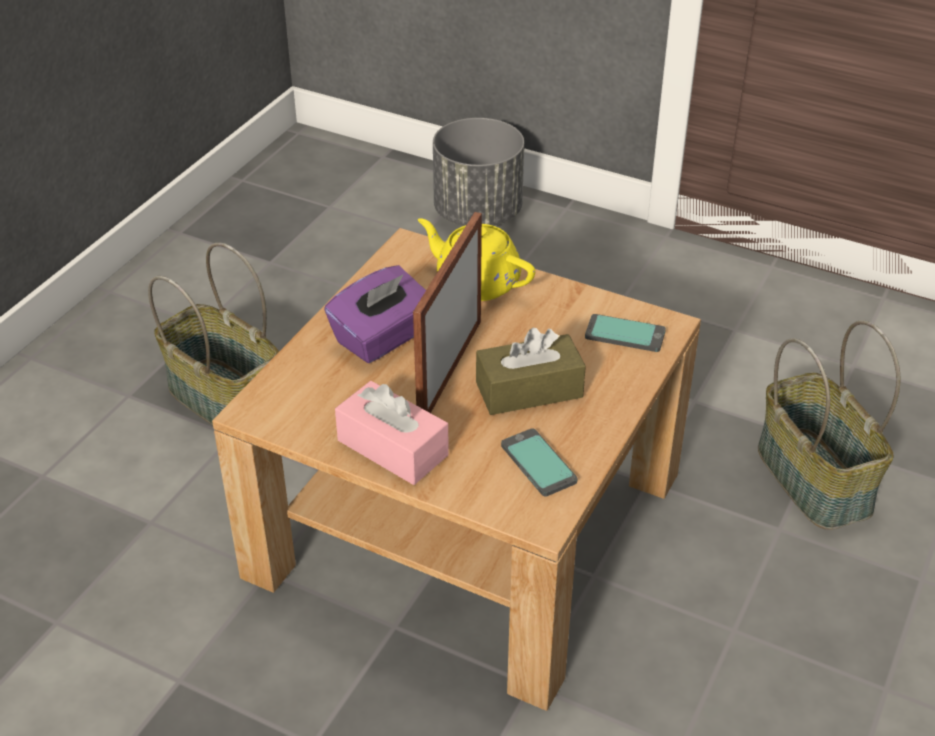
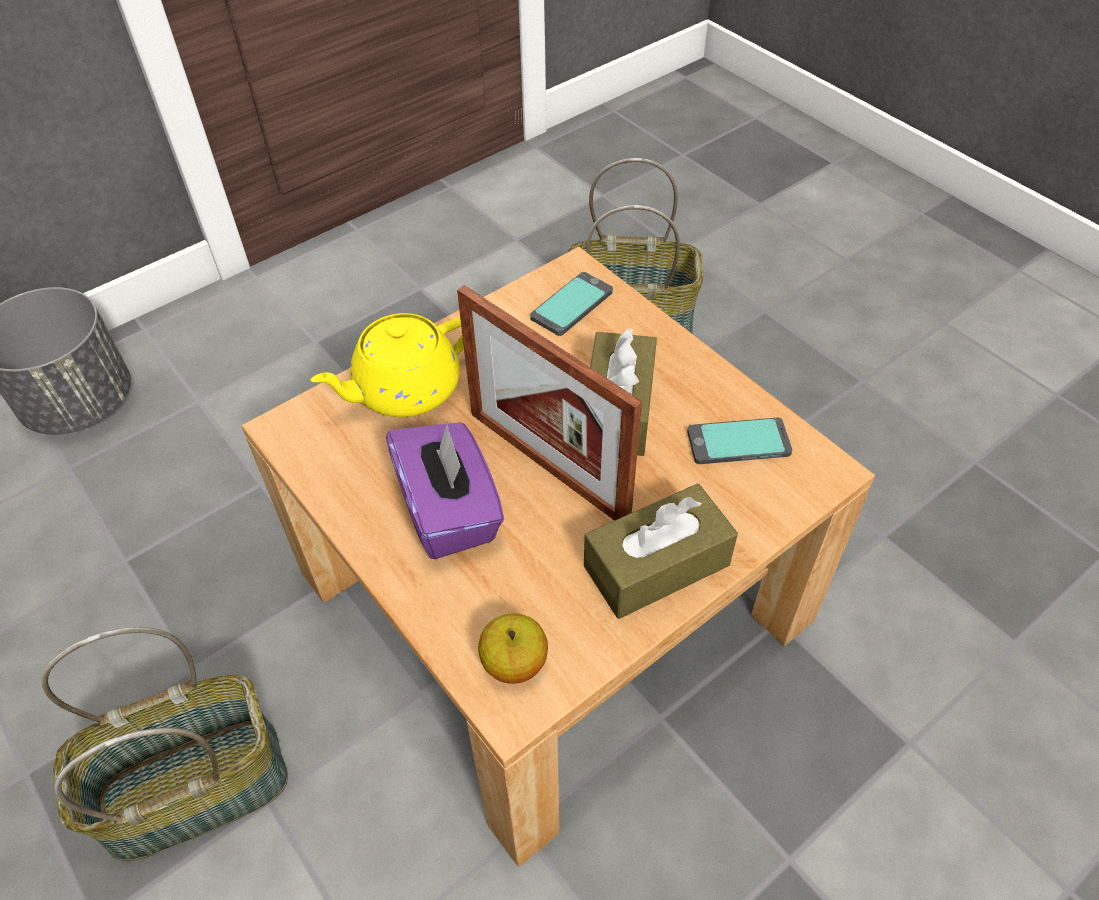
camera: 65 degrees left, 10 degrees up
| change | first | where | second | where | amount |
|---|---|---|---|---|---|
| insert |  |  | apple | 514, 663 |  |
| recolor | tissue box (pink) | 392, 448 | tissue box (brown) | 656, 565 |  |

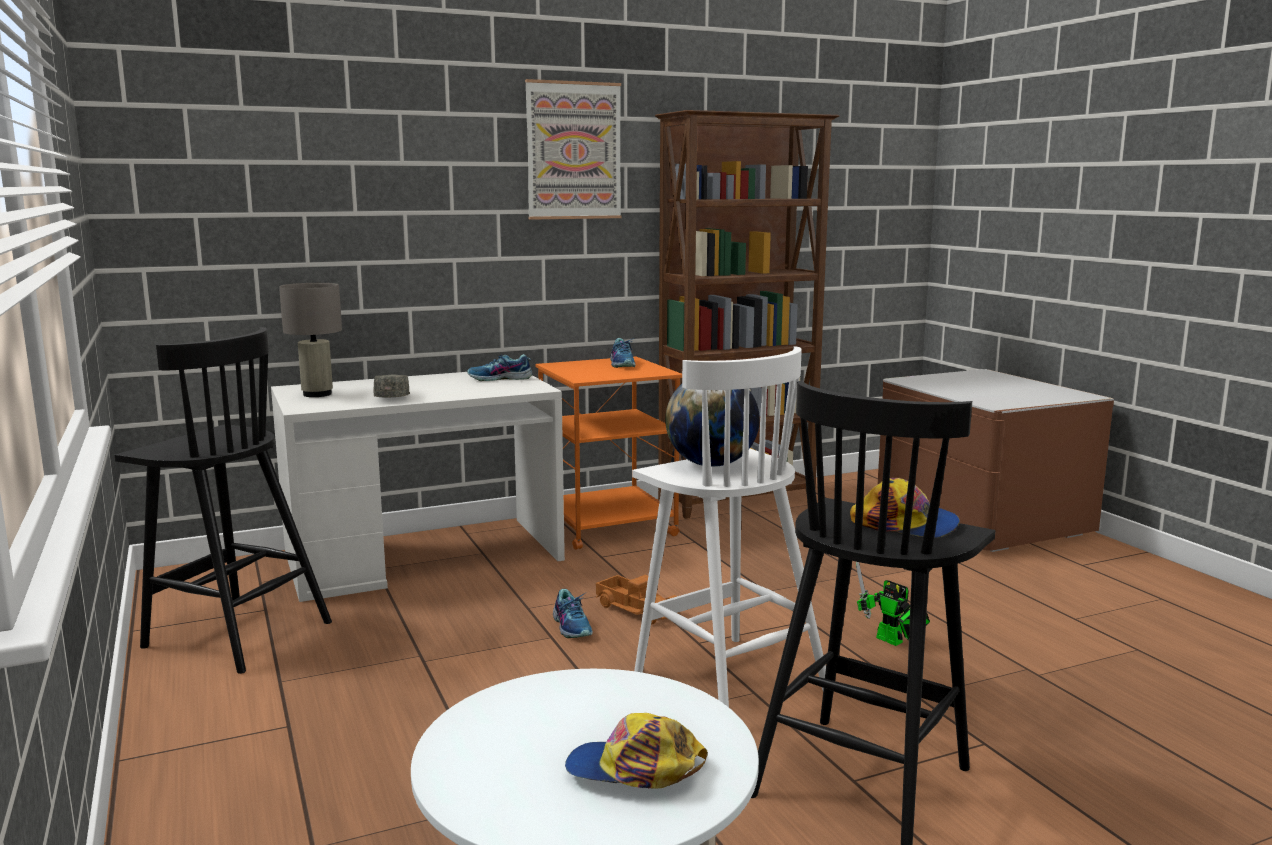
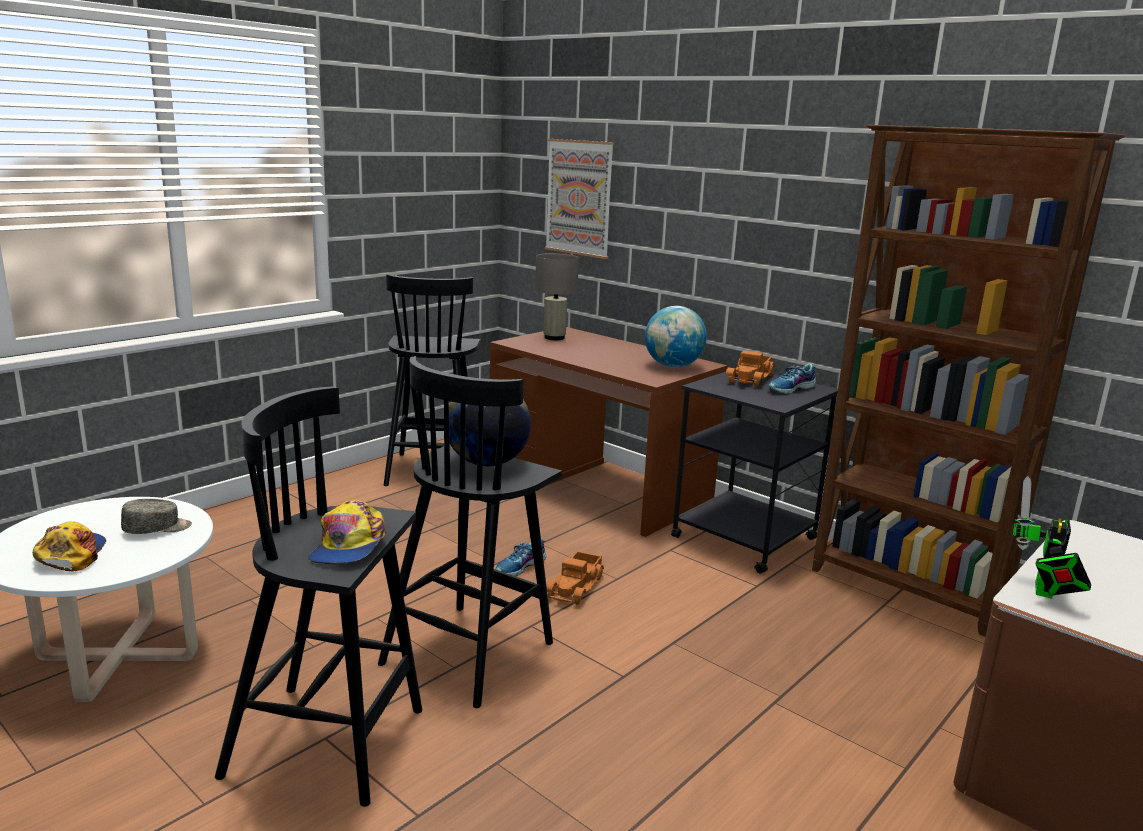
camera: 65 degrees right, 5 degrees up
| change | first | where | second | where | amount |
|---|---|---|---|---|---|
| move | cap (grey) | 393, 397 |  | 157, 529 |  |
| recolor | stool (white) | 725, 679 | stool (black) | 471, 649 |  |
| recolor | desk (white) | 423, 556 | desk (brown) | 598, 487 |  |
| move | picture | 573, 151 |  | 579, 198 |  |
| replace | shoe | 500, 379 | globe | 673, 366 |  |
| recolor | cart (orange) | 609, 525 | cart (black) | 746, 539 |  |
| insert |  |  | toy truck | 751, 378 |  |
| move | toy robot | 893, 641 |  | 1043, 592 |  |

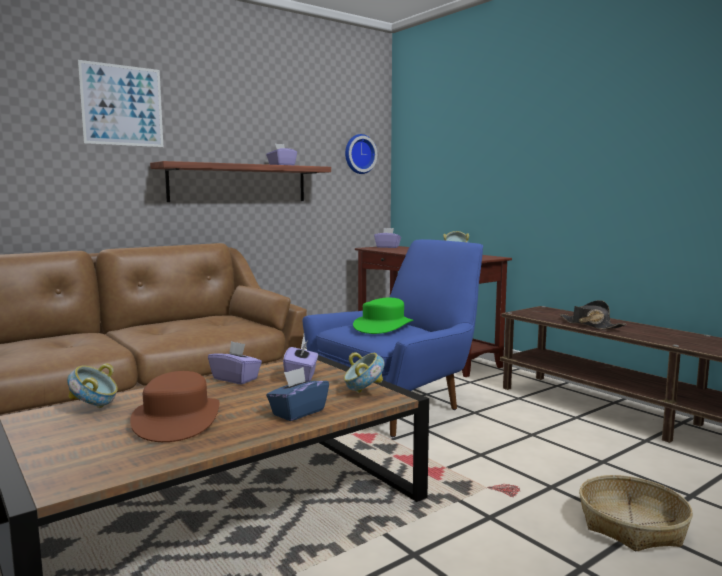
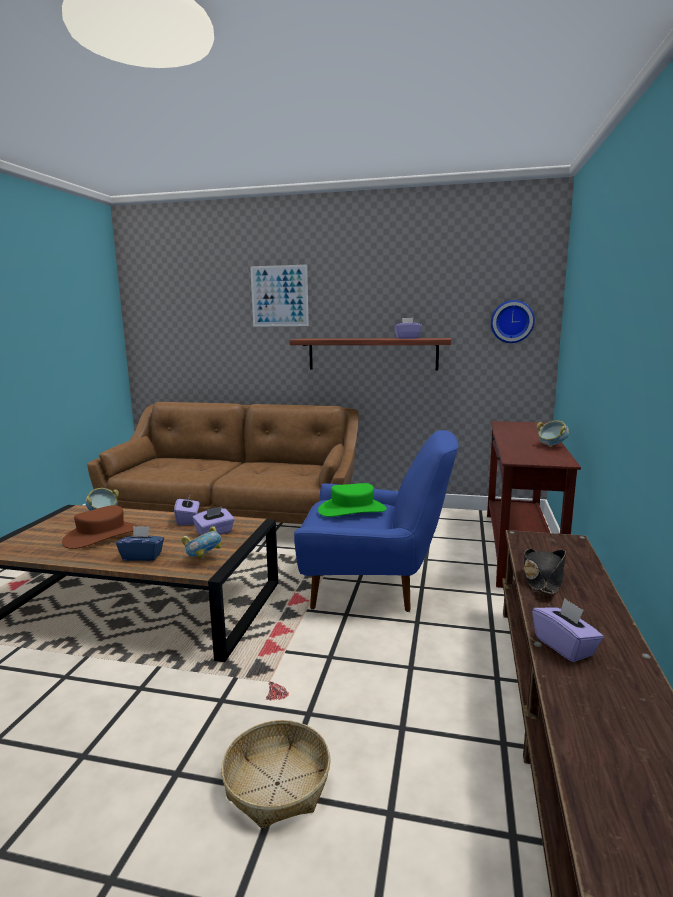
camera: 50 degrees right, 5 degrees up
| change | first | where | second | where | amount |
|---|---|---|---|---|---|
| move | tissue box (purple) | 387, 247 |  | 564, 646 |  |

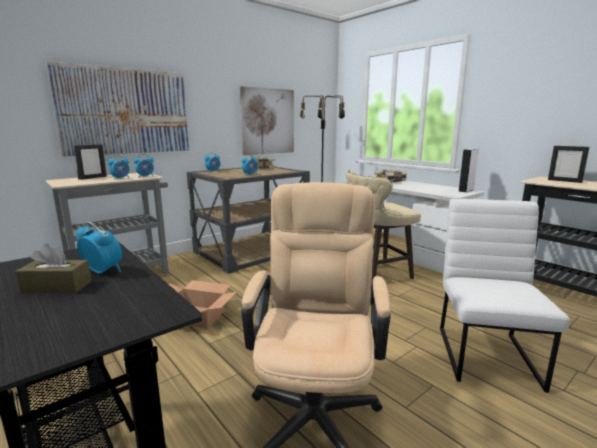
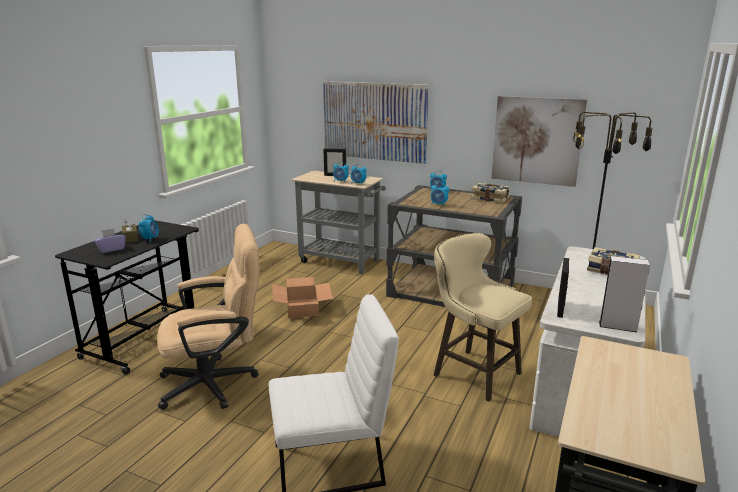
camera: 65 degrees right, 5 degrees up
| change | first | where | second | where | amount |
|---|---|---|---|---|---|
| insert |  |  | tissue box (purple) | 111, 249 |  |
| move | picture frame | 564, 181 |  | 561, 309 |  |

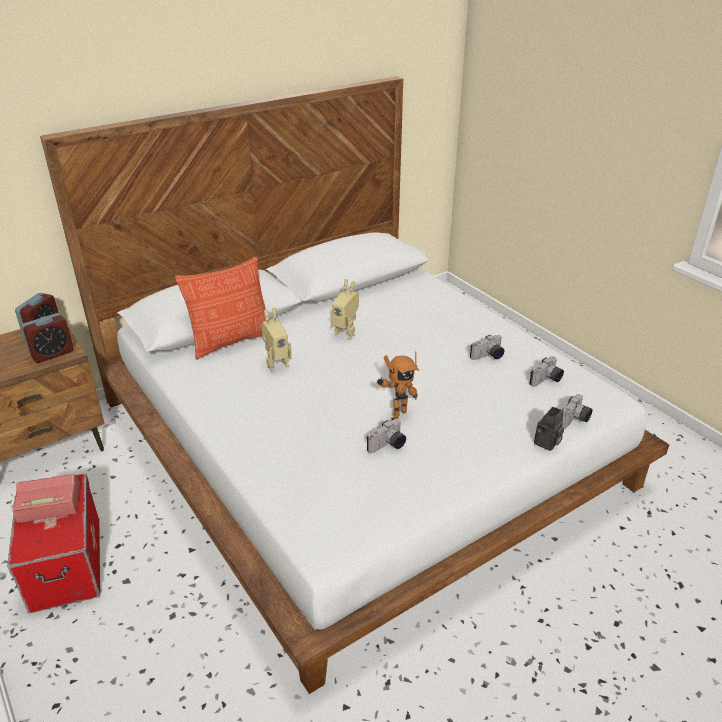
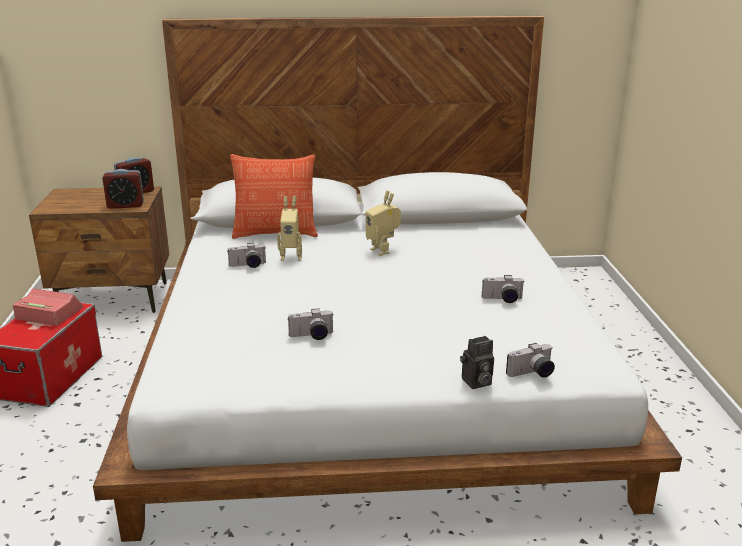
camera: 30 degrees right, 10 degrees down
| change | first | where | second | where | amount |
|---|---|---|---|---|---|
| move | photo camera | 547, 380 |  | 248, 266 |  |
| delete | toy robot | 396, 414 |  |  |  |

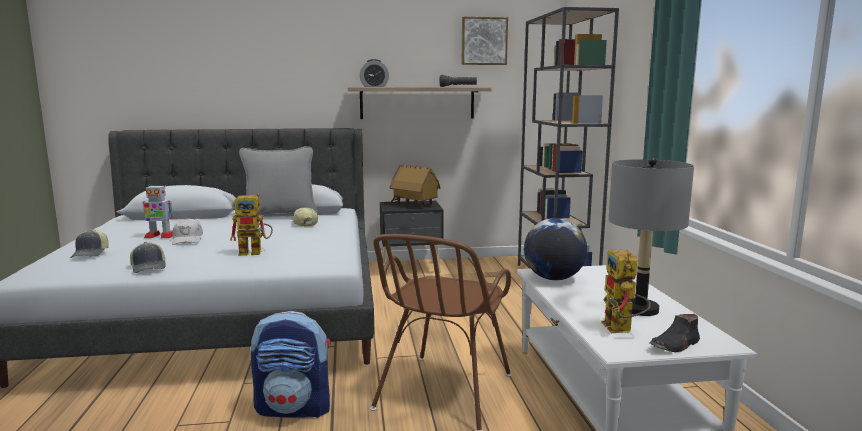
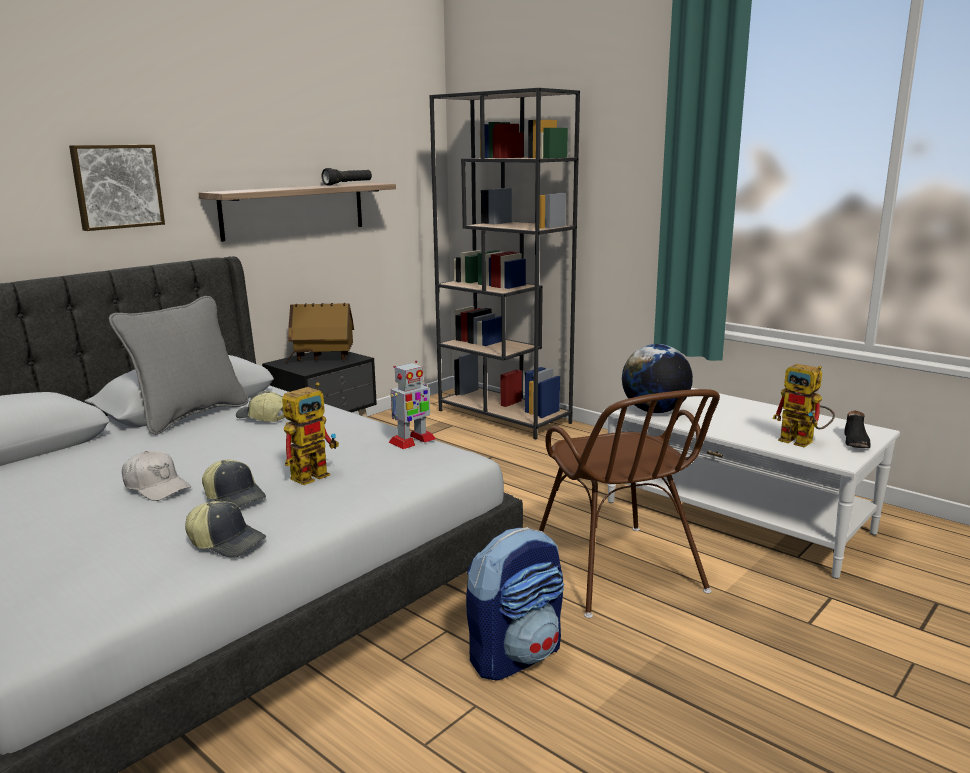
camera: 40 degrees left, 5 degrees up
| change | first | where | second | where | amount |
|---|---|---|---|---|---|
| move | picture | 484, 41 |  | 117, 186 |  |
| move | cap | 91, 254 |  | 235, 497 |  |
| move | toy robot | 160, 236 |  | 412, 441 |  |
| delete | alarm clock | 374, 86 |  |  |  |
| delete | table lamp (grey) | 640, 309 |  |  |  |

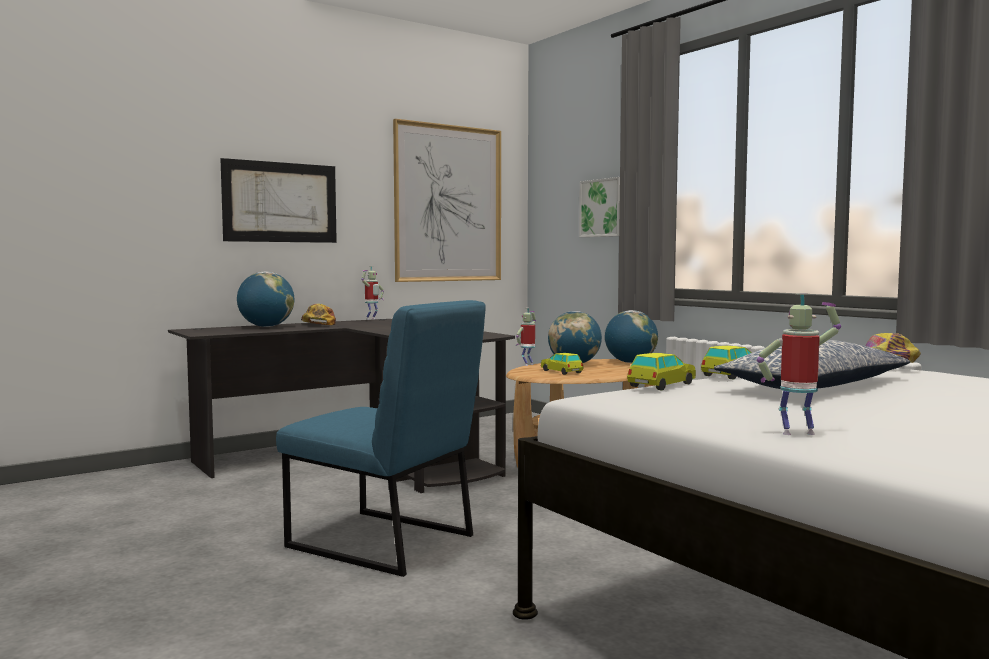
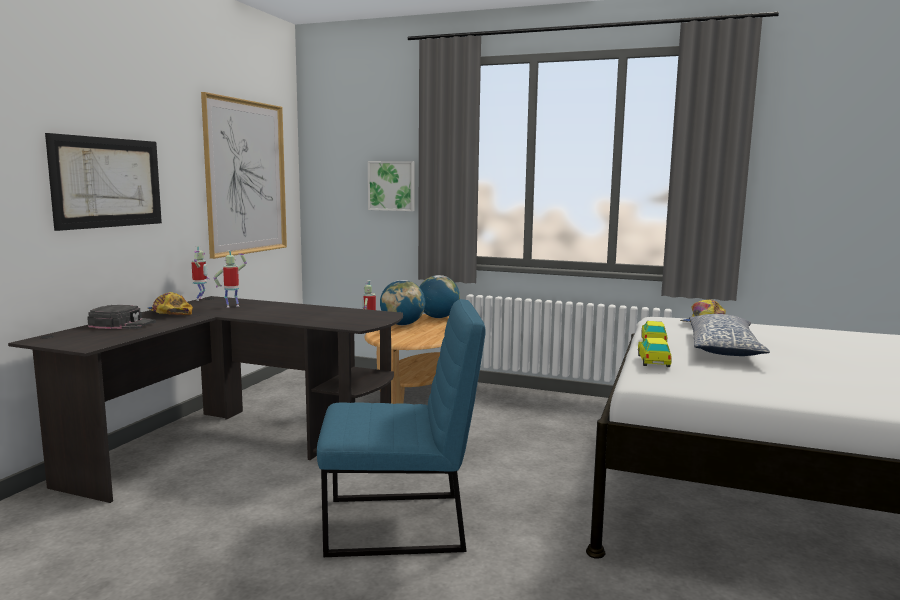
camera: 35 degrees left, 5 degrees up
| change | first | where | second | where | amount |
|---|---|---|---|---|---|
| replace | globe | 266, 326 | cap (black) | 123, 324 |  |
| move | toy robot | 797, 432 |  | 232, 306 |  |
| delete | toy car | 561, 372 |  |  |  |

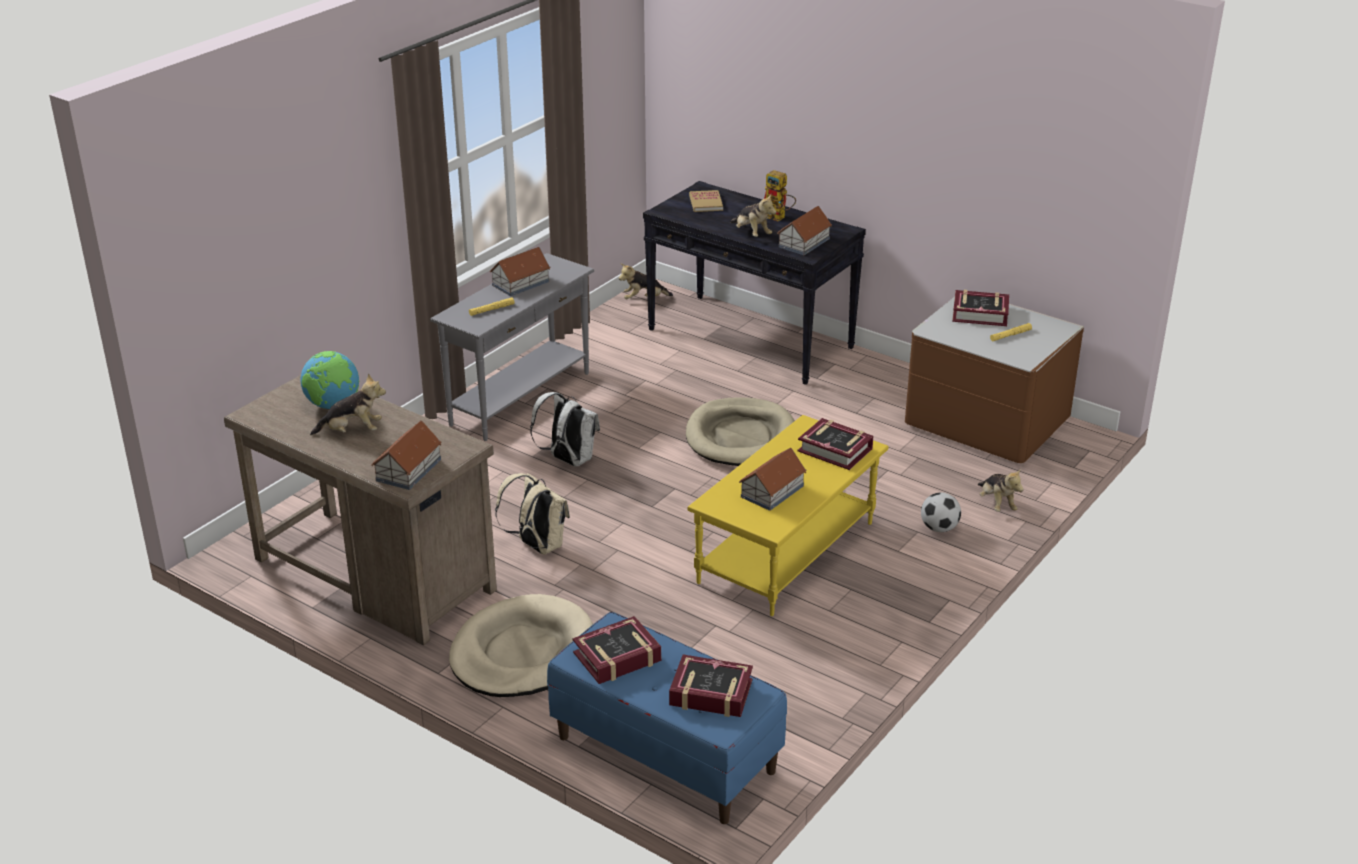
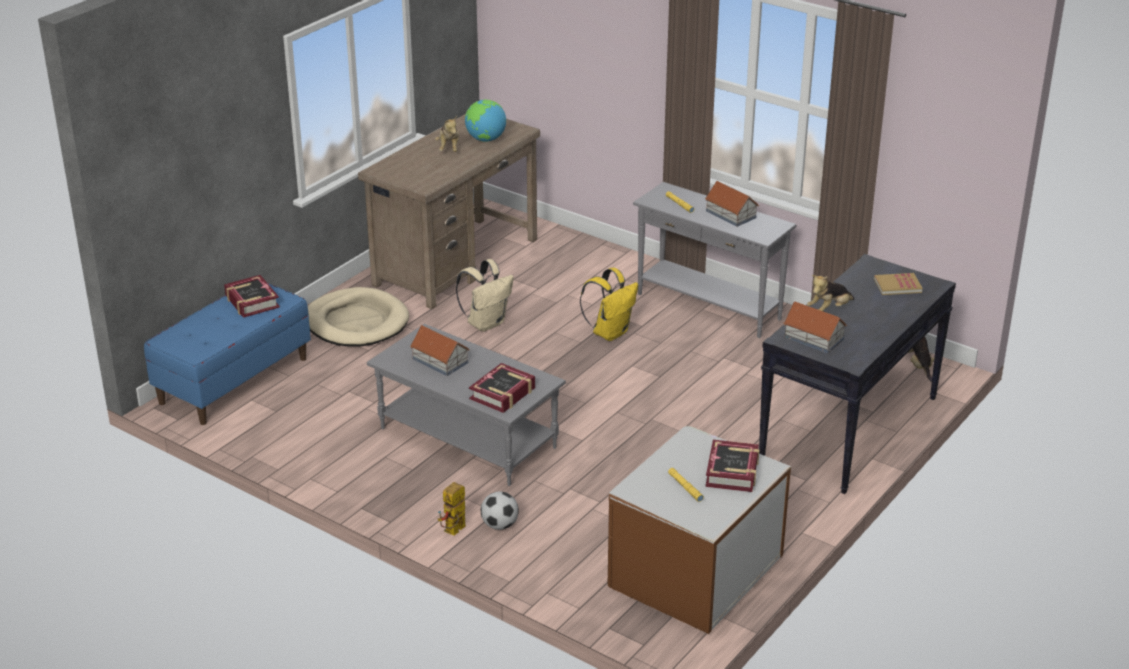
camera: 90 degrees right, 0 degrees up
| change | first | where | second | where | amount |
|---|---|---|---|---|---|
| recolor | coffee table (yellow) | 787, 554 | coffee table (grey) | 466, 439 |  |
| move | toy robot | 779, 217 |  | 453, 532 |  |
| recolor | backpack (white) | 568, 460 | backpack (yellow) | 610, 332 |  |
| delete | toy house | 409, 469 |  |  |  |
| delete | book | 710, 693 |  |  |  |
| delete | dog bed (beige) | 741, 437 |  |  |  |
| delete | plush toy | 996, 504 |  |  |  |

